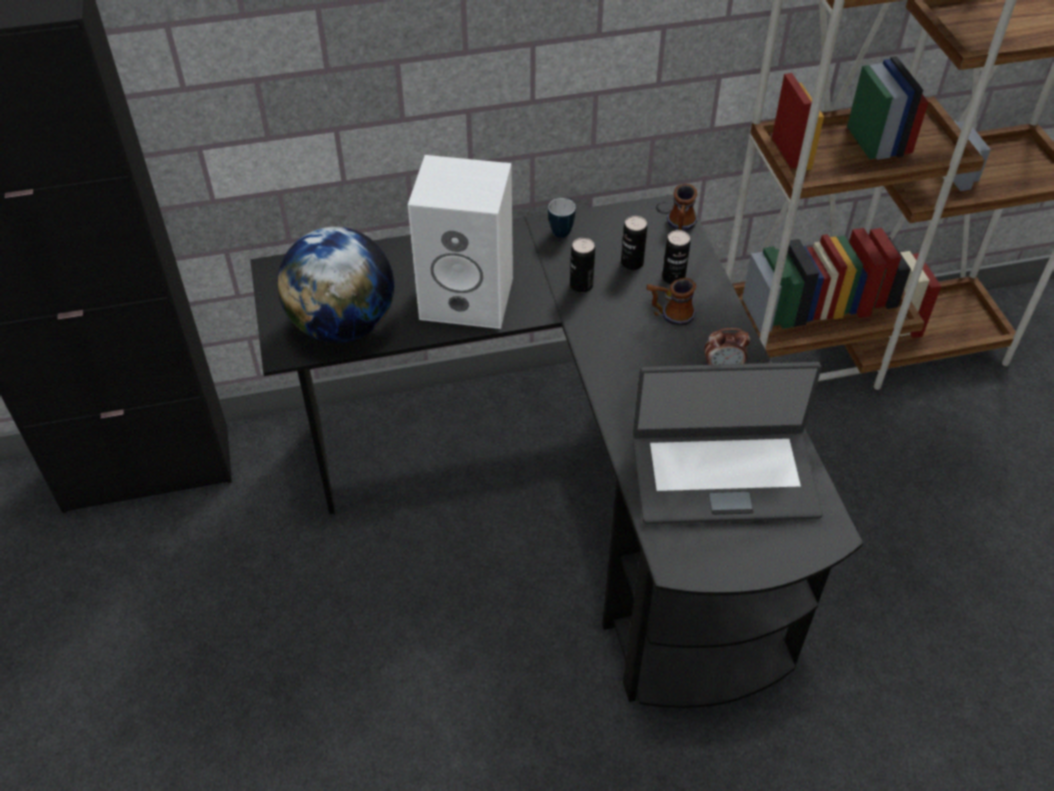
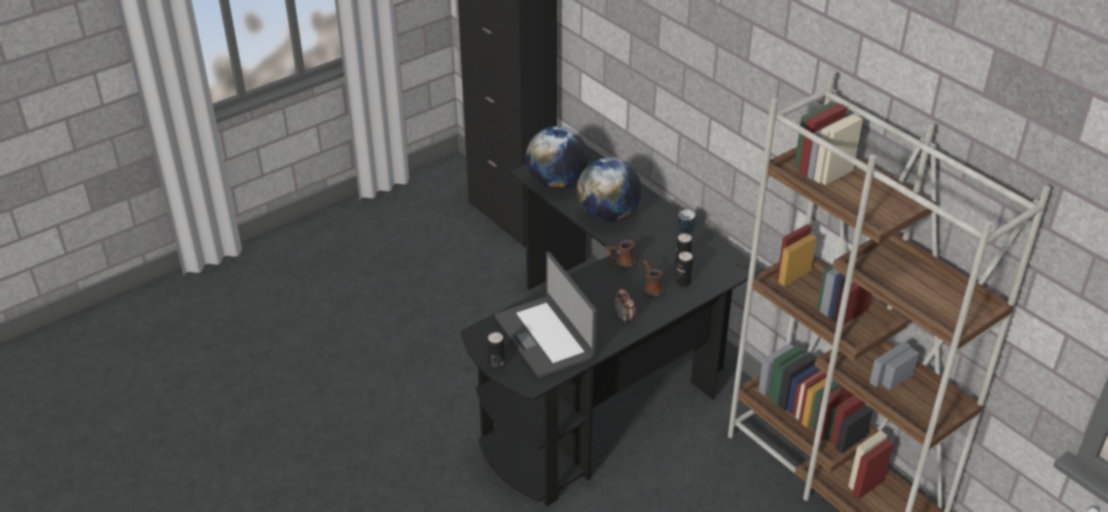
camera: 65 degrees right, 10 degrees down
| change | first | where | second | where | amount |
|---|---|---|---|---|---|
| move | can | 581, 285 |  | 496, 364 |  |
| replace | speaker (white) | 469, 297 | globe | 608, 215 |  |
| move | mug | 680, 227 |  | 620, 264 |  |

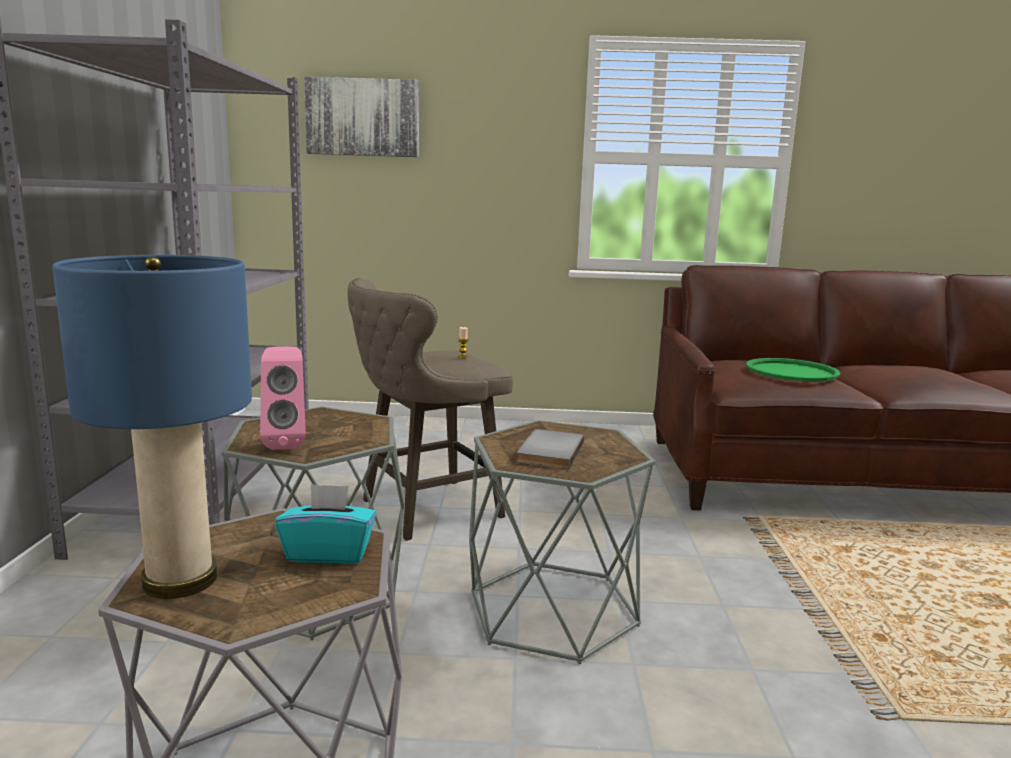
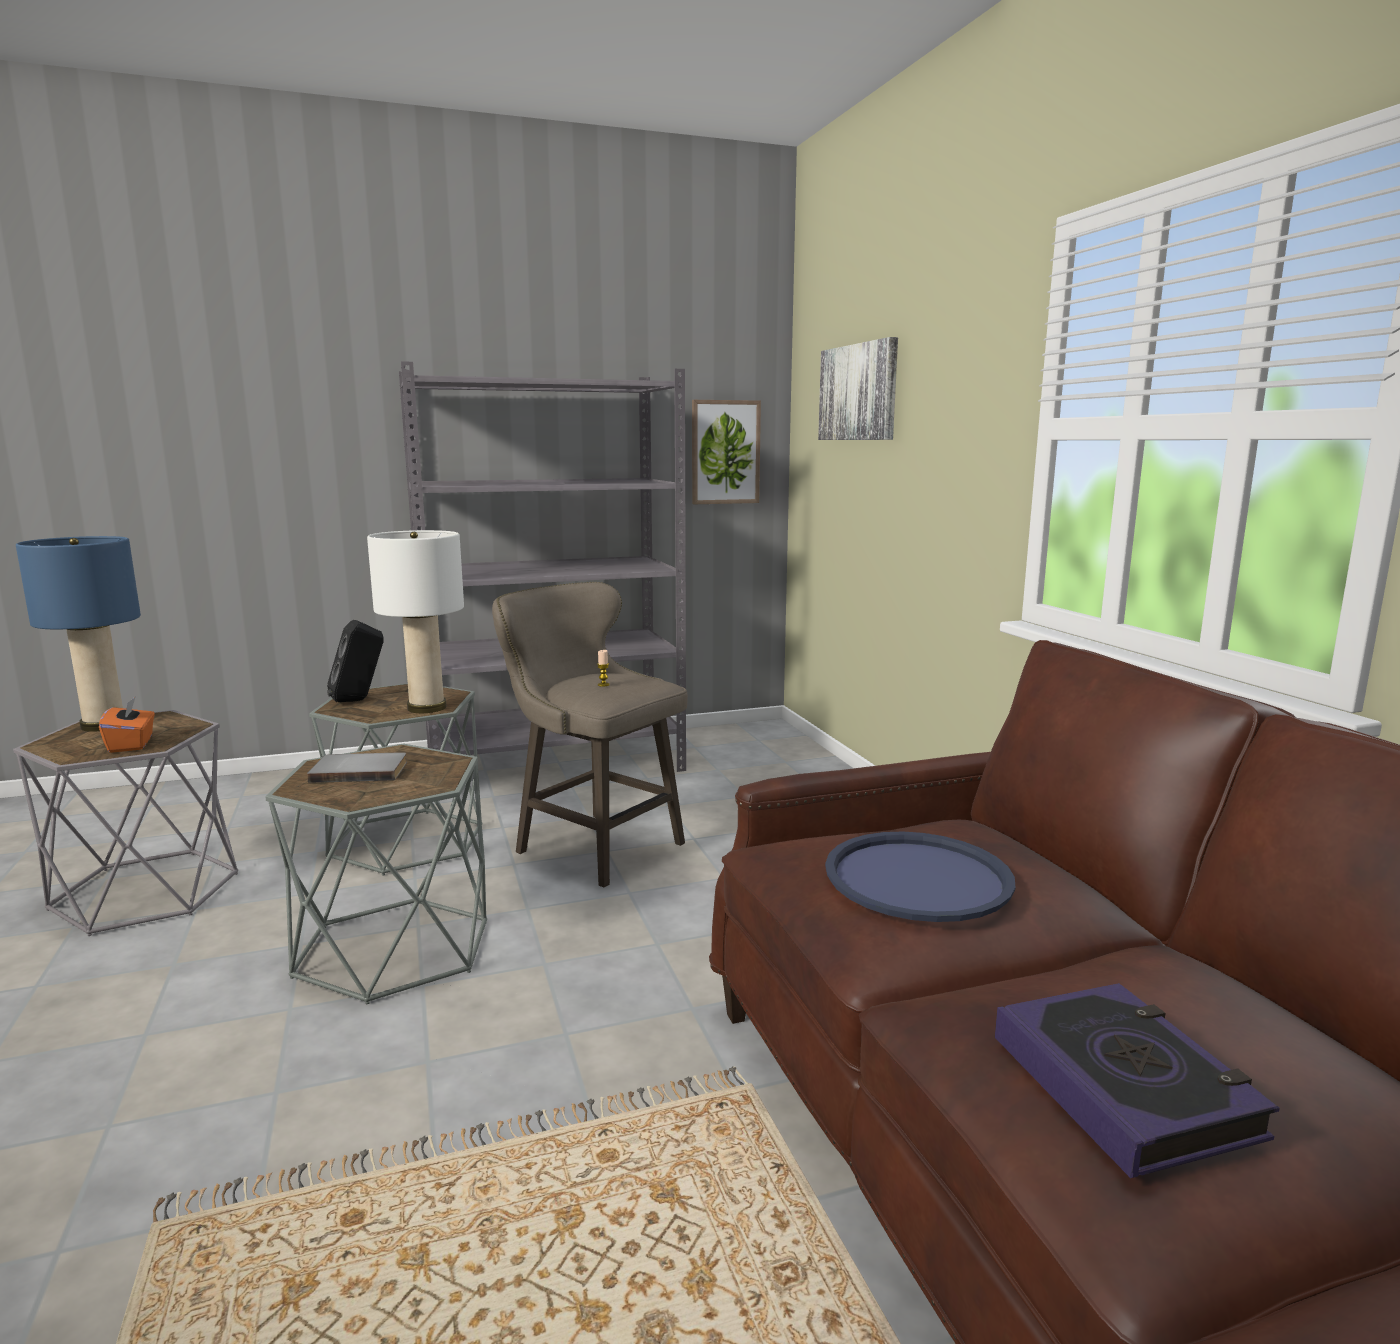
camera: 70 degrees right, 0 degrees up
| change | first | where | second | where | amount |
|---|---|---|---|---|---|
| recolor | tissue box (turquoise) | 329, 553 | tissue box (orange) | 132, 744 |  |
| recolor | speaker (pink) | 286, 444 | speaker (black) | 359, 700 |  |
| insert |  |  | table lamp (white) | 426, 708 |  |
| insert |  |  | picture | 725, 452 |  |
| recolor | tray (green) | 791, 371 | tray (blue) | 917, 878 |  |
| insert |  |  | book | 1123, 1086 |  |

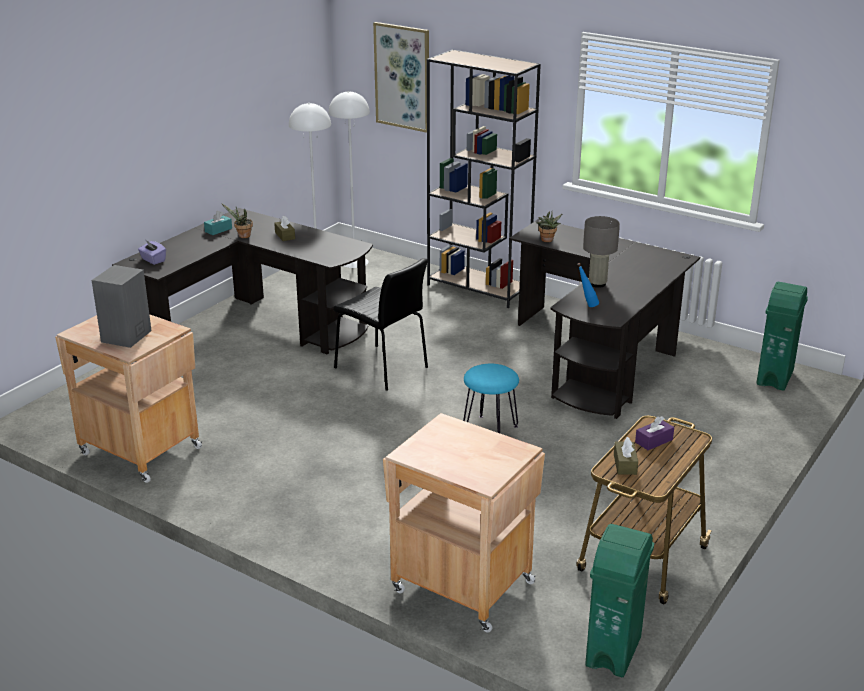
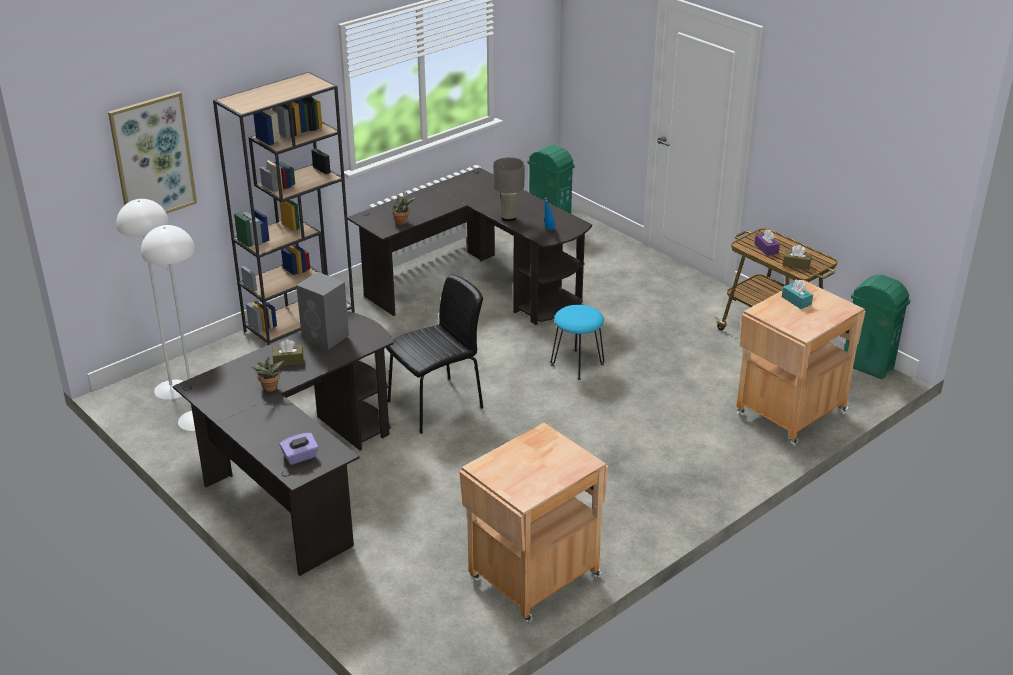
camera: 75 degrees left, 5 degrees up
| change | first | where | second | where | amount |
|---|---|---|---|---|---|
| move | speaker (grey) | 125, 337 |  | 326, 337 |  |
| move | tissue box (turquoise) | 218, 230 |  | 796, 301 |  |

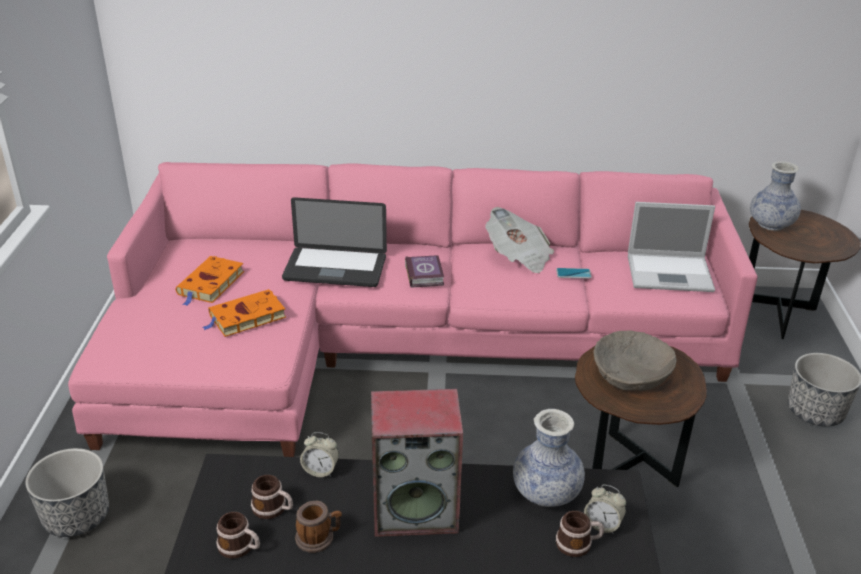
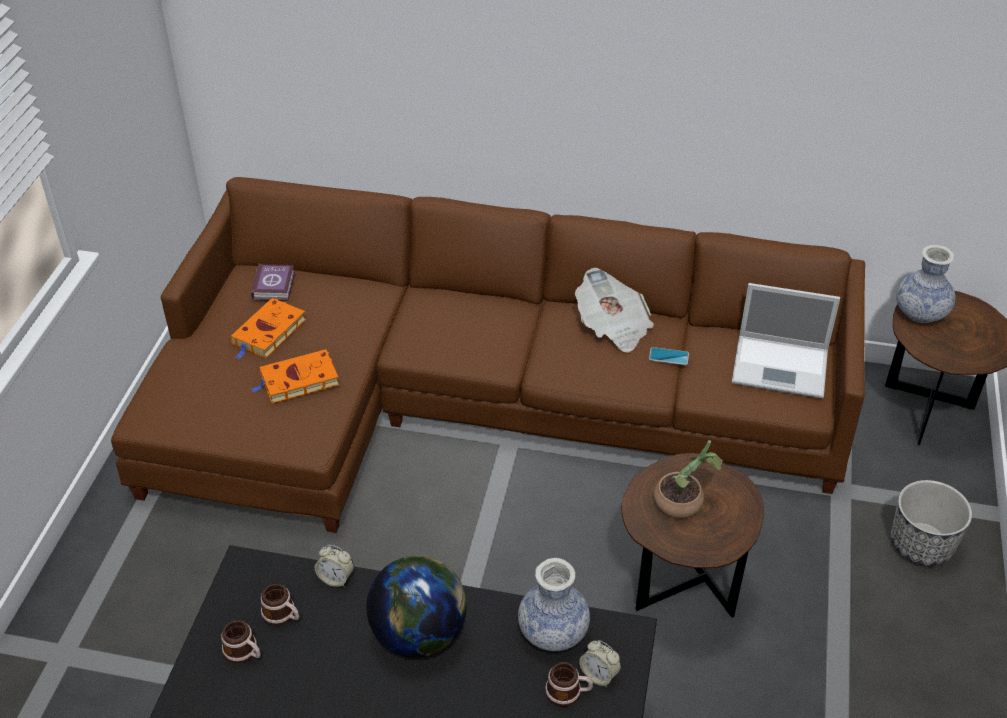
camera: 10 degrees right, 10 degrees up
| change | first | where | second | where | amount |
|---|---|---|---|---|---|
| recolor | sofa (pink) | 394, 339 | sofa (brown) | 471, 398 |  |
| move | book | 425, 274 |  | 274, 285 |  |
| replace | speaker | 416, 509 | globe | 419, 634 |  |
| replace | bowl (beige) | 631, 374 | potted plant | 684, 503 |  |
| delete | planter | 76, 516 |  |  |  |
| delete | laptop | 335, 269 |  |  |  |
| delete | mug | 319, 538 |  |  |  |

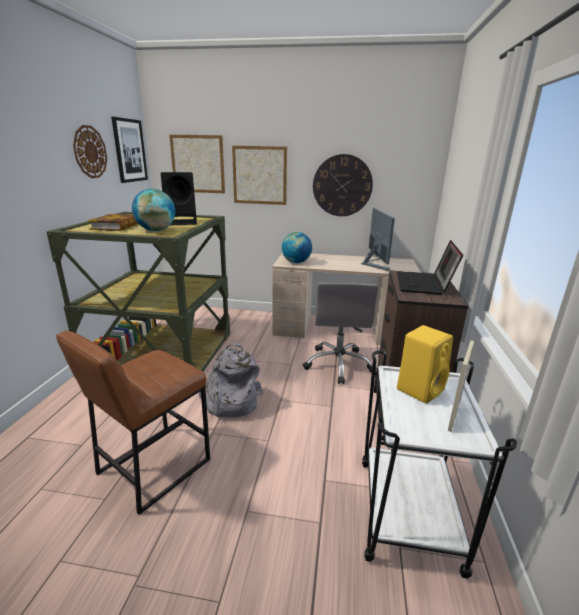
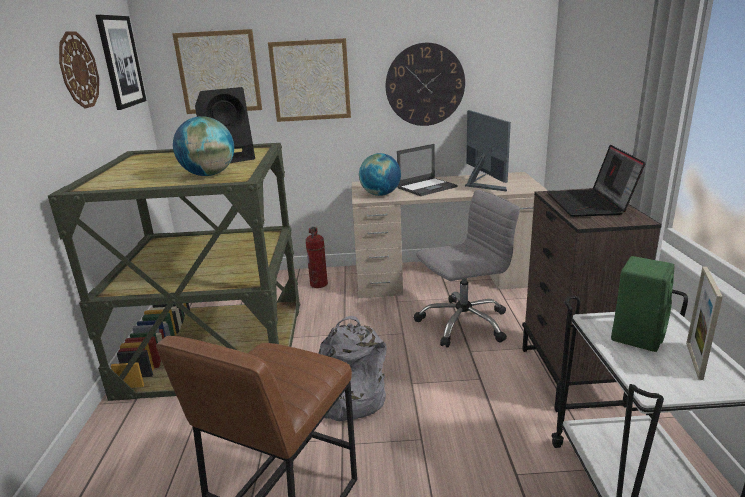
camera: 10 degrees left, 0 degrees up
| change | first | where | second | where | amount |
|---|---|---|---|---|---|
| insert |  |  | fire extinguisher | 319, 284 |  |
| insert |  |  | laptop | 427, 187 |  |
| rotate | office chair (grey) | 338, 364 |  | 463, 323 | 105 degrees counterclockwise |
| recolor | speaker (yellow) | 420, 389 | speaker (green) | 637, 335 |  |
| delete | book | 116, 226 |  |  |  |

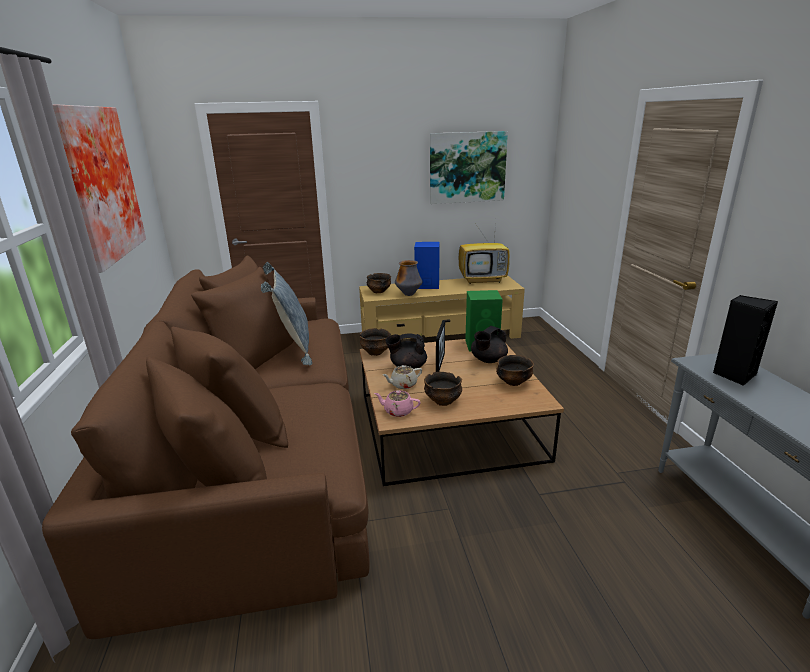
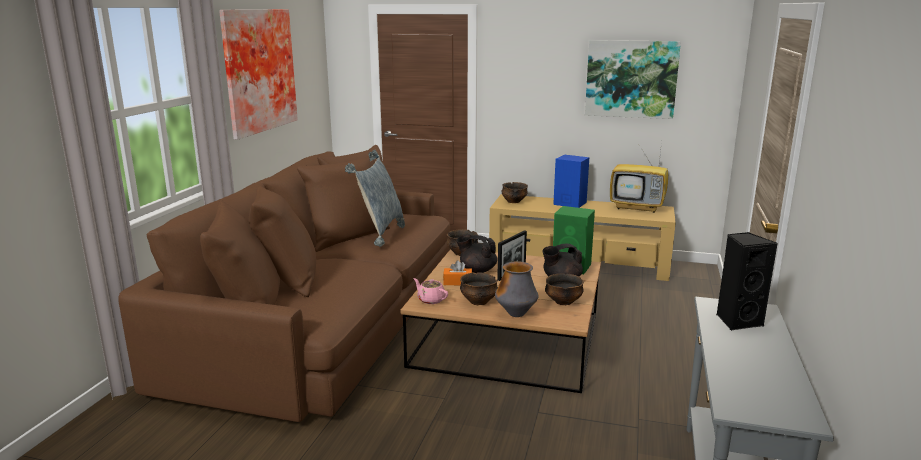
camera: 25 degrees right, 5 degrees down
| change | first | where | second | where | amount |
|---|---|---|---|---|---|
| replace | teapot (beige) | 403, 385 | tissue box (orange) | 457, 282 |  |
| move | vase | 408, 294 |  | 516, 314 |  |

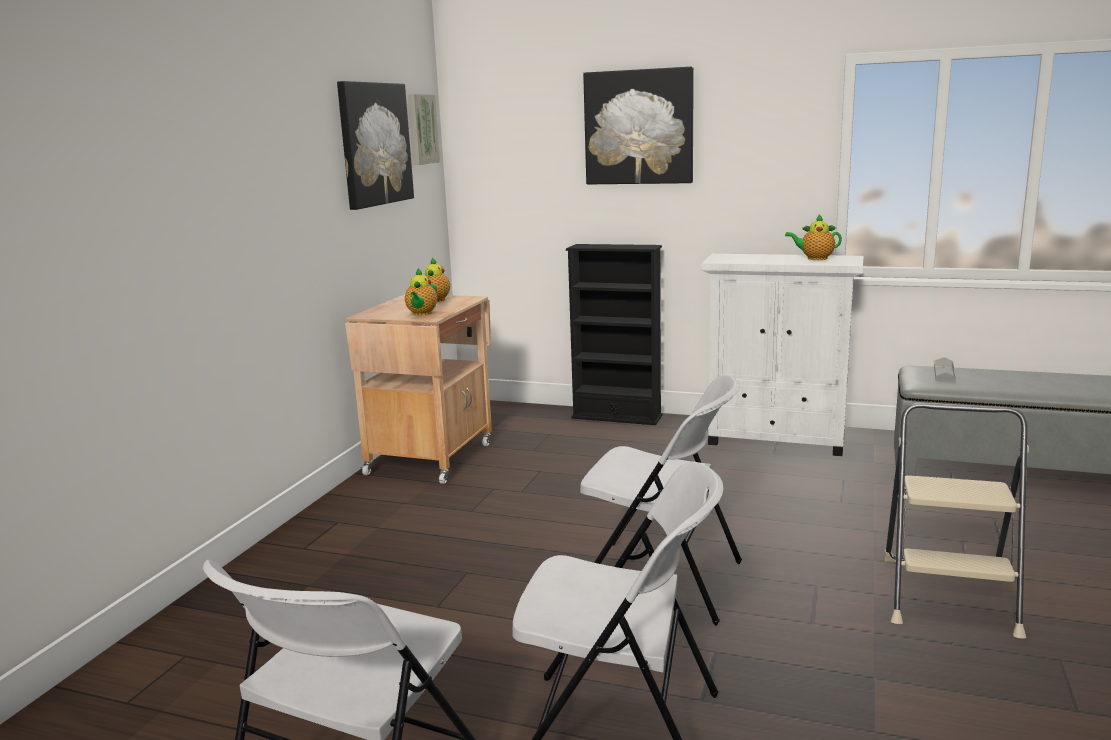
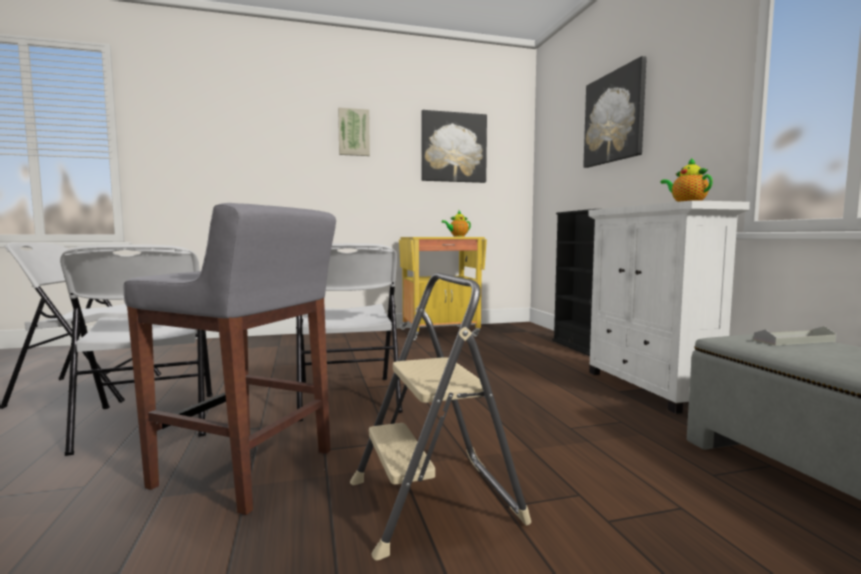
camera: 55 degrees right, 10 degrees down
| change | first | where | second | where | amount |
|---|---|---|---|---|---|
| insert |  |  | stool (grey) | 247, 470 |  |
| move | picture | 421, 129 |  | 353, 132 |  |
| recolor | cart (brown) | 431, 458 | cart (yellow) | 440, 332 |  |
| delete | teapot | 421, 314 |  |  |  |

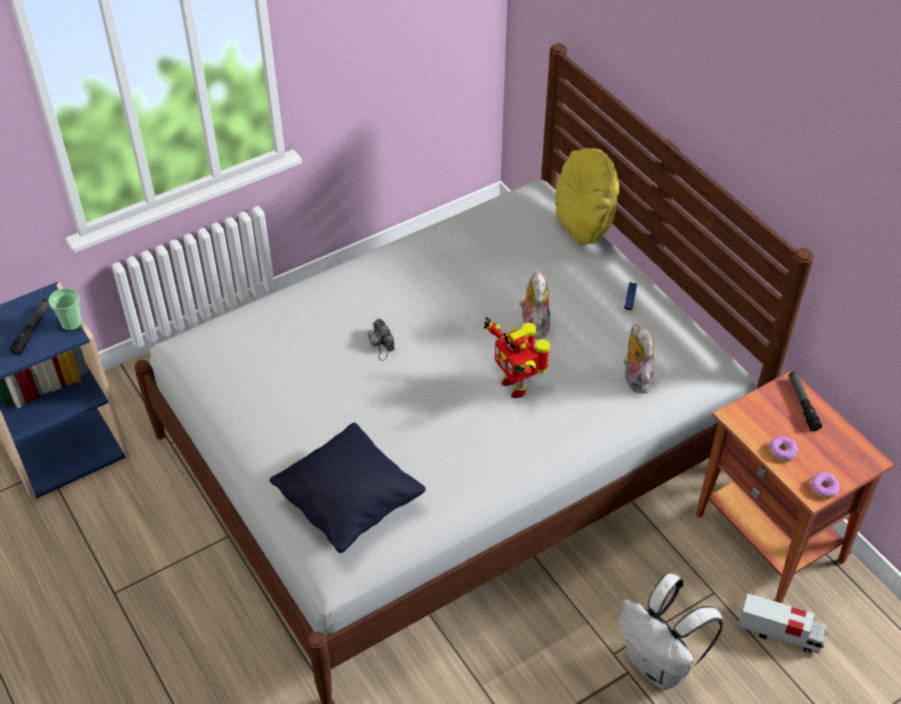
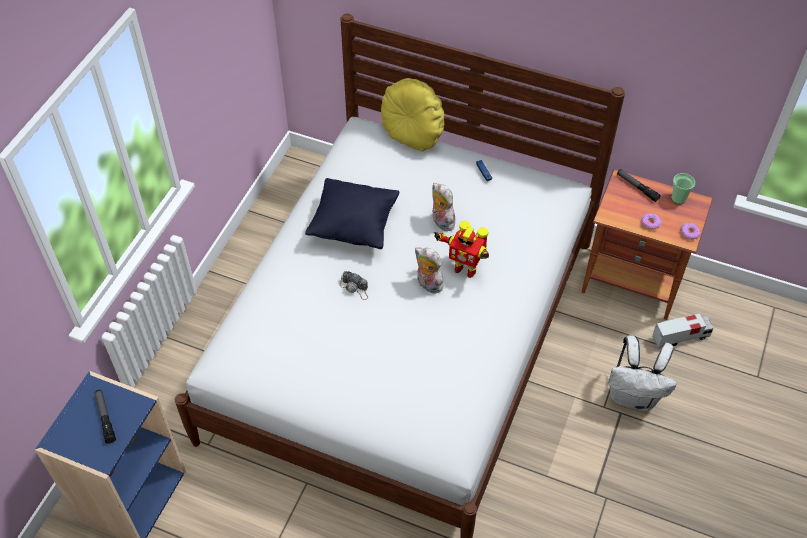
camera: 35 degrees left, 5 degrees up
| change | first | where | second | where | amount |
|---|---|---|---|---|---|
| move | pillow (black) | 349, 504 |  | 354, 226 |  |
| move | plush toy | 634, 379 |  | 428, 284 |  |
| move | cup | 71, 323 |  | 678, 198 |  |

